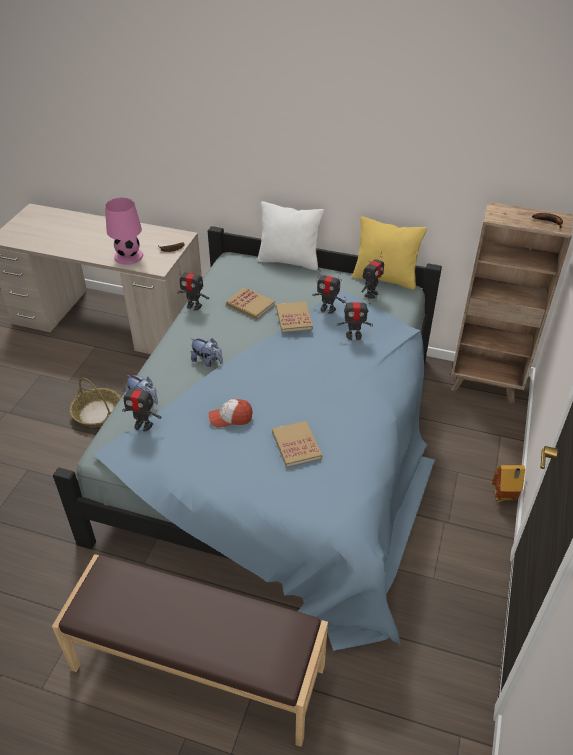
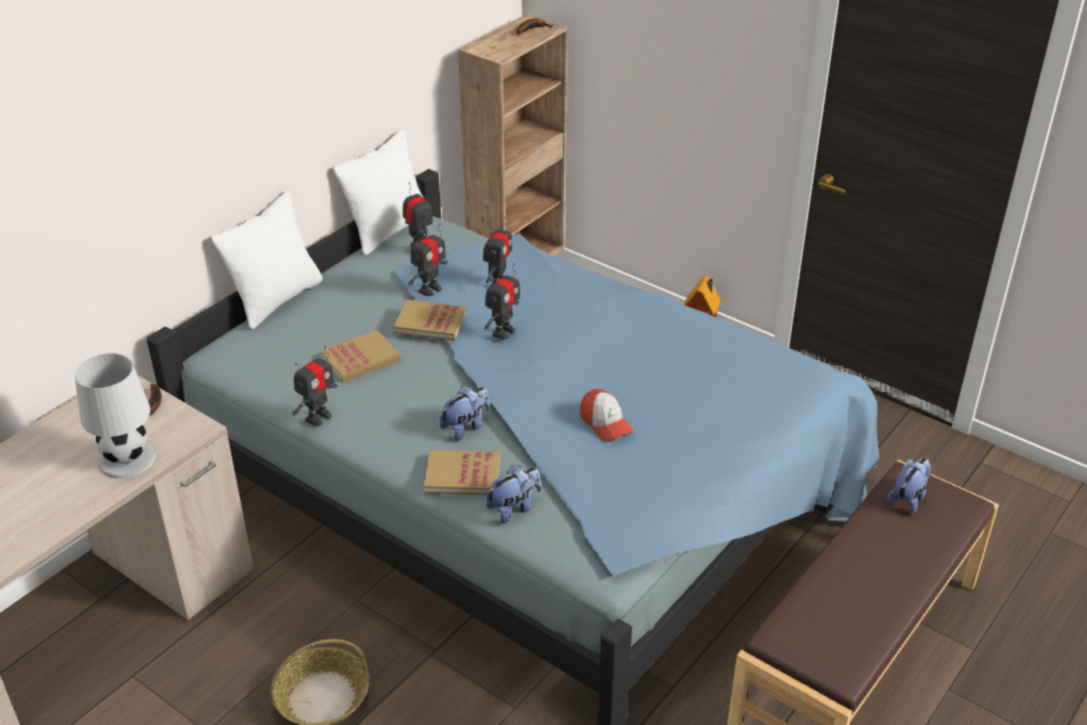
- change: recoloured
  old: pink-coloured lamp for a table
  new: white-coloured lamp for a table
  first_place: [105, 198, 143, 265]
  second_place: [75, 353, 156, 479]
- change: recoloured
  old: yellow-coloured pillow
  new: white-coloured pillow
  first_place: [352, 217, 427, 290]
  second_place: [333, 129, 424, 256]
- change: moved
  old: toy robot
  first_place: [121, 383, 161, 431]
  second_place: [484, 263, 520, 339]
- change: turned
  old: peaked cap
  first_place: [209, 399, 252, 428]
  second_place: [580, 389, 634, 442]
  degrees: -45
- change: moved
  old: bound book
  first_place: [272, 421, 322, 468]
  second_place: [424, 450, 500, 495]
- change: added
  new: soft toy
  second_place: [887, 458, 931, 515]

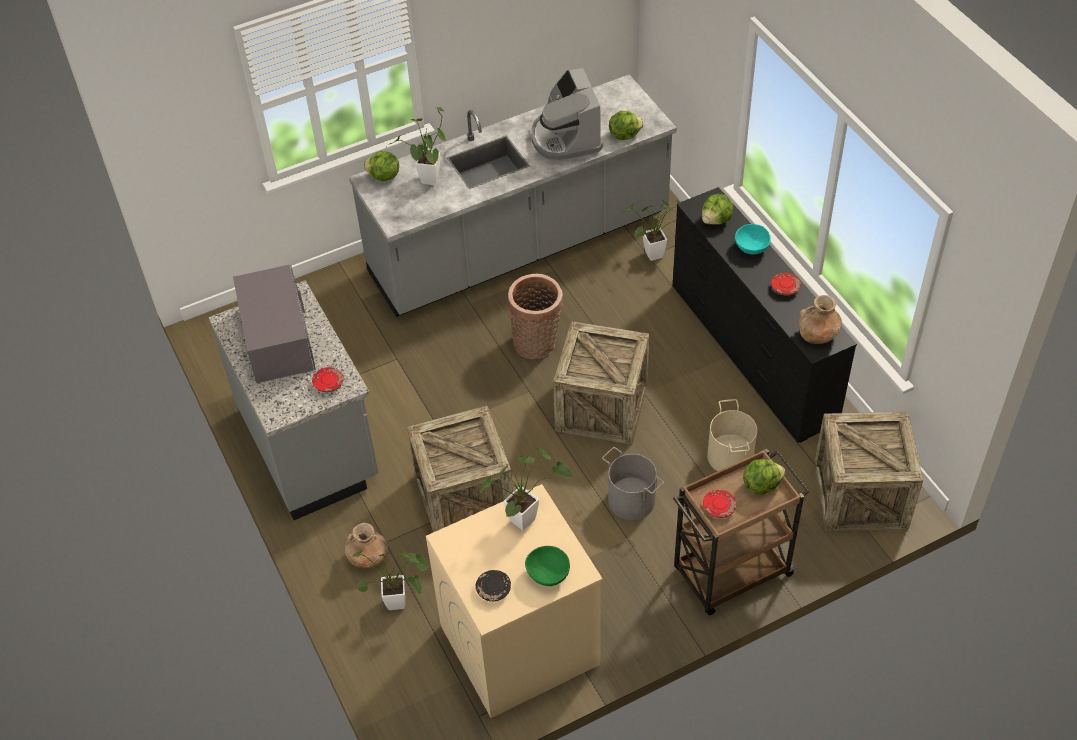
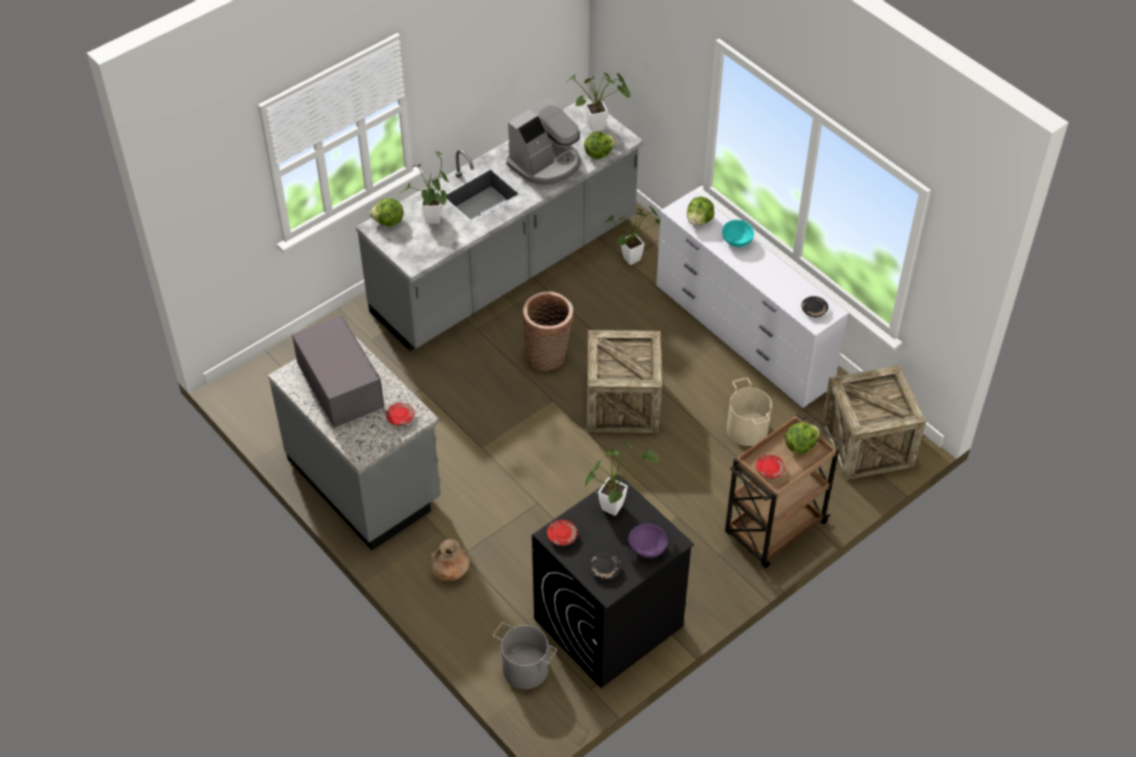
- change: turned
  old: coffee maker
  first_place: [531, 68, 603, 161]
  second_place: [506, 97, 581, 186]
  degrees: -105
- change: recoloured
  old: black chest of drawers
  new: white-coloured chest of drawers
  first_place: [673, 187, 857, 443]
  second_place: [656, 191, 849, 408]
- change: moved
  old: reddish dinner plate
  first_place: [771, 273, 801, 296]
  second_place: [547, 520, 577, 546]
- change: replaced
  old: brown-coloured flower vase
  new: black dinner plate
  first_place: [799, 295, 842, 344]
  second_place: [801, 296, 828, 317]
- change: removed
  old: shipping crate
  first_place: [407, 406, 513, 532]
- change: moved
  old: grey bucket
  first_place: [602, 447, 664, 520]
  second_place: [493, 622, 557, 689]
- change: recoloured
  old: sand-coloured laundry appliance
  new: black laundry appliance
  first_place: [426, 484, 603, 718]
  second_place: [532, 474, 694, 688]
- change: recoloured
  old: green-coloured deep dish
  new: purplish deep dish
  first_place: [525, 546, 570, 586]
  second_place: [628, 524, 668, 558]
- change: moved
  old: potted plant
  first_place: [350, 550, 429, 610]
  second_place: [567, 72, 630, 132]

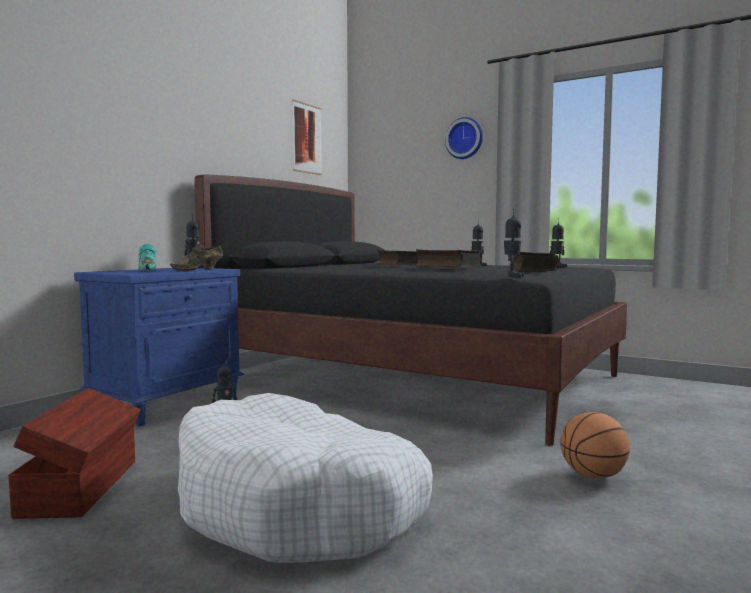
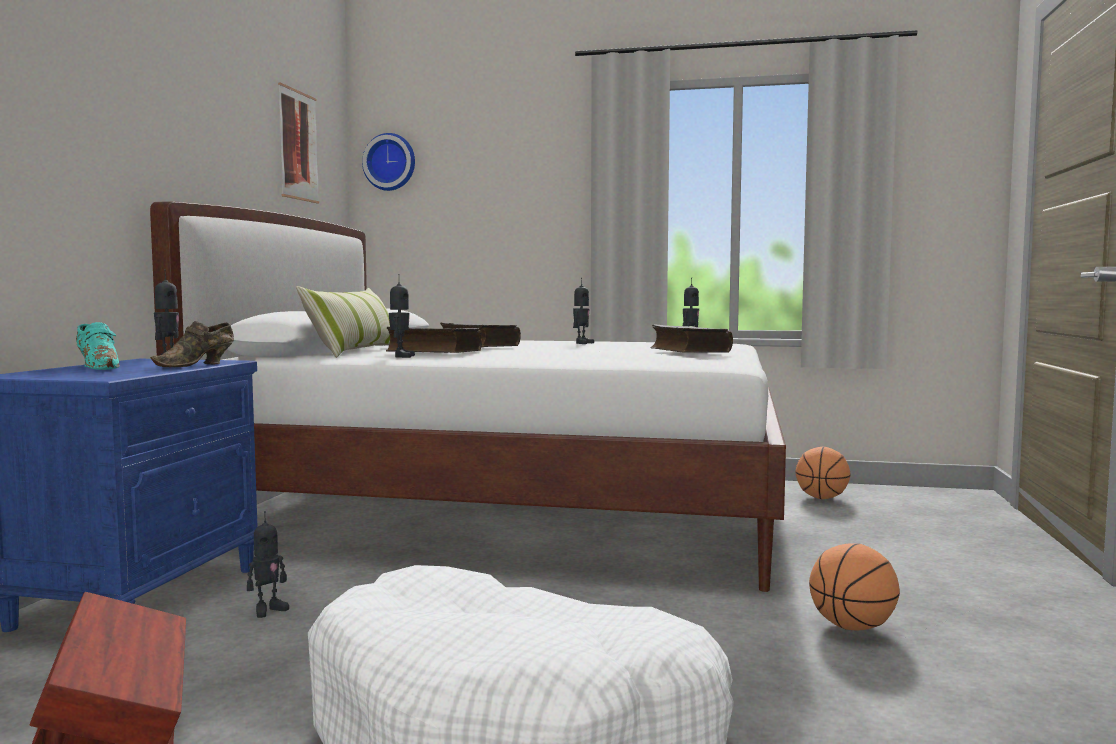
- change: moved
  old: hanging clock
  first_place: [445, 117, 483, 159]
  second_place: [362, 133, 415, 191]
- change: recoloured
  old: black sleeping bed
  new: white-coloured sleeping bed
  first_place: [194, 174, 627, 445]
  second_place: [150, 201, 786, 592]
- change: moved
  old: toy robot
  first_place: [504, 209, 524, 277]
  second_place: [389, 274, 415, 358]
- change: moved
  old: bound book
  first_place: [415, 249, 482, 267]
  second_place: [386, 327, 482, 353]
- change: added
  new: pillow
  second_place: [296, 286, 390, 358]
- change: added
  new: ball for basketball
  second_place: [795, 446, 851, 499]

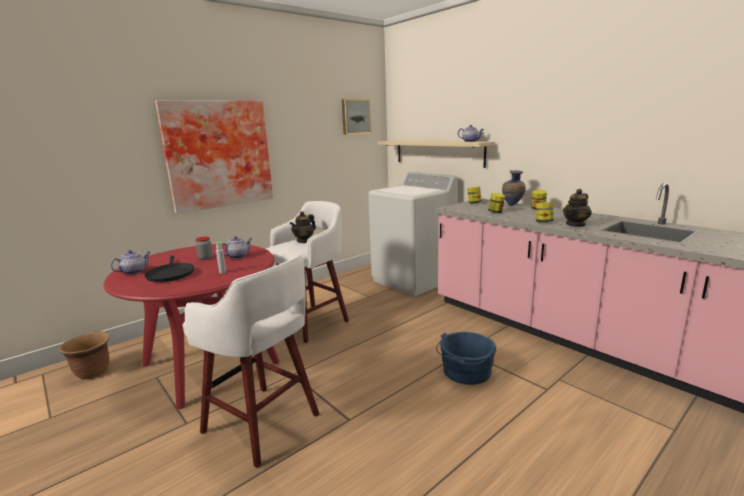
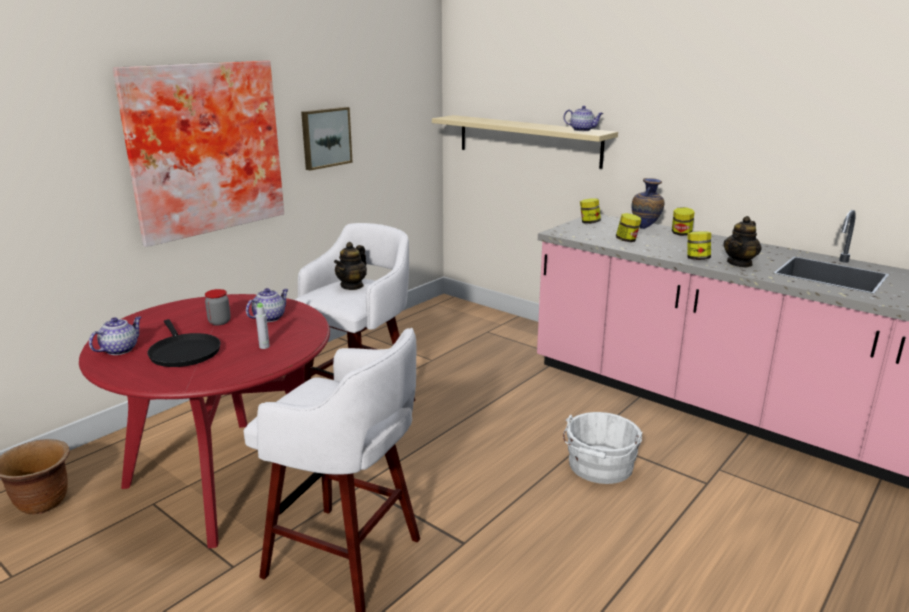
- change: moved
  old: picture
  first_place: [342, 99, 371, 135]
  second_place: [301, 107, 353, 171]
- change: removed
  old: white-coloured laundry appliance
  first_place: [368, 172, 458, 296]
- change: recoloured
  old: bluish bucket
  new: white-coloured bucket
  first_place: [436, 332, 496, 385]
  second_place: [563, 412, 643, 484]

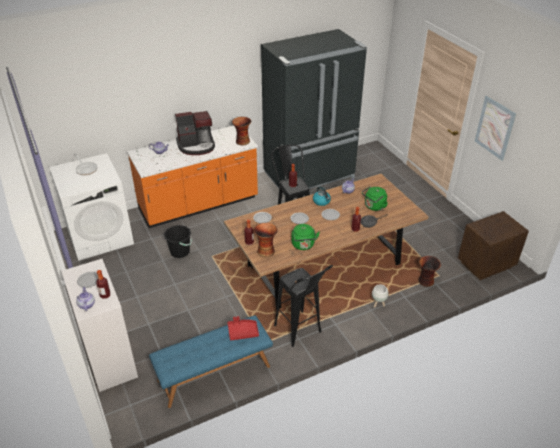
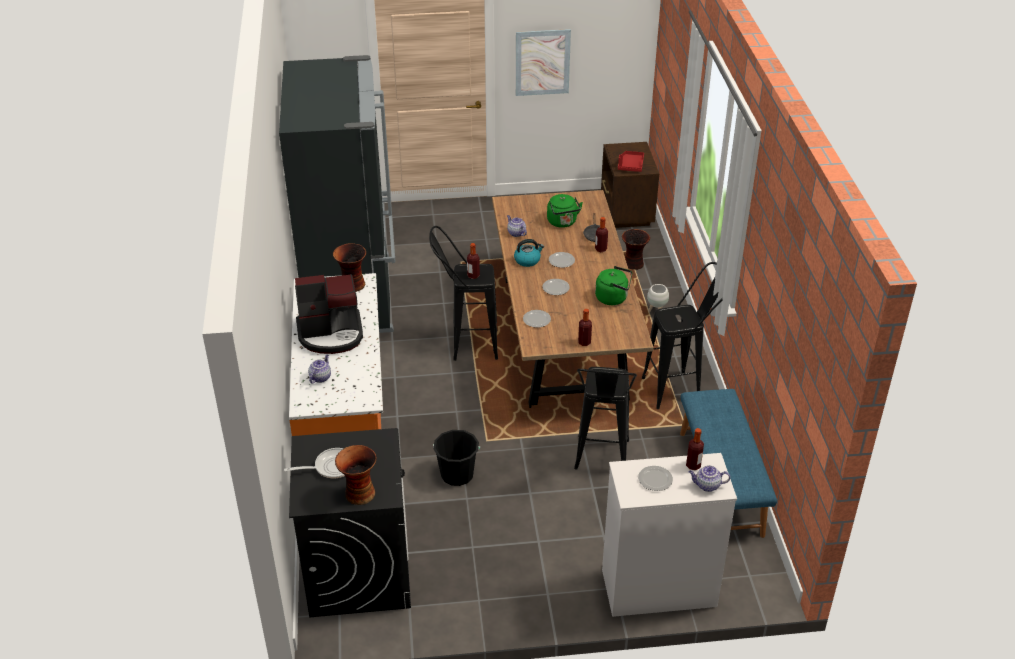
- change: turned
  old: coffee maker
  first_place: [175, 111, 215, 155]
  second_place: [295, 274, 363, 354]
  degrees: 75
- change: recoloured
  old: white-coloured laundry appliance
  new: black laundry appliance
  first_place: [49, 153, 134, 261]
  second_place: [289, 428, 411, 618]
- change: moved
  old: flower vase
  first_place: [253, 223, 278, 257]
  second_place: [335, 445, 377, 505]
- change: moved
  old: reddish tray
  first_place: [227, 316, 259, 340]
  second_place: [618, 151, 644, 172]
- change: added
  new: black stool
  second_place: [574, 367, 637, 470]

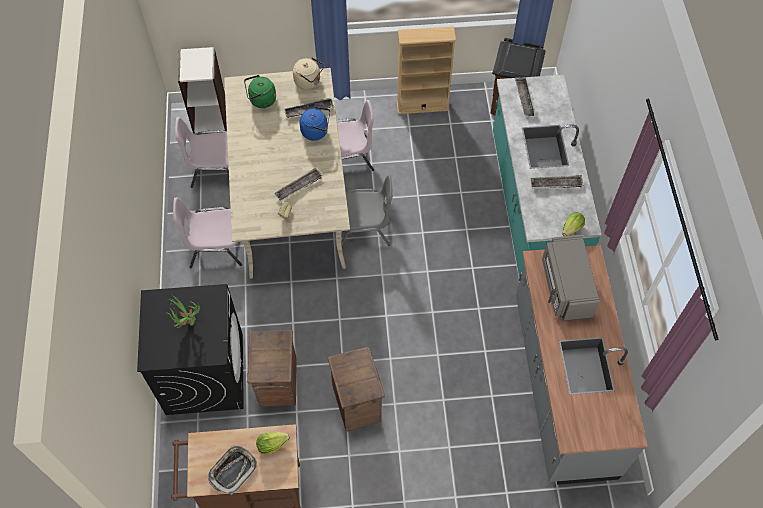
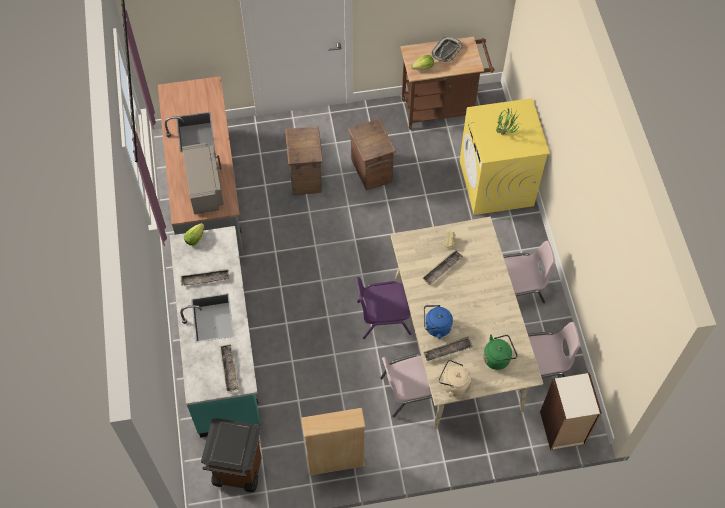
- change: recoloured
  old: grey upright chair
  new: purplish upright chair
  first_place: [341, 175, 393, 246]
  second_place: [356, 277, 411, 339]
- change: recoloured
  old: black laundry appliance
  new: yellow-coloured laundry appliance
  first_place: [137, 284, 244, 415]
  second_place: [460, 98, 550, 215]
- change: moved
  old: shipping crate
  first_place: [247, 330, 297, 407]
  second_place: [285, 126, 323, 195]

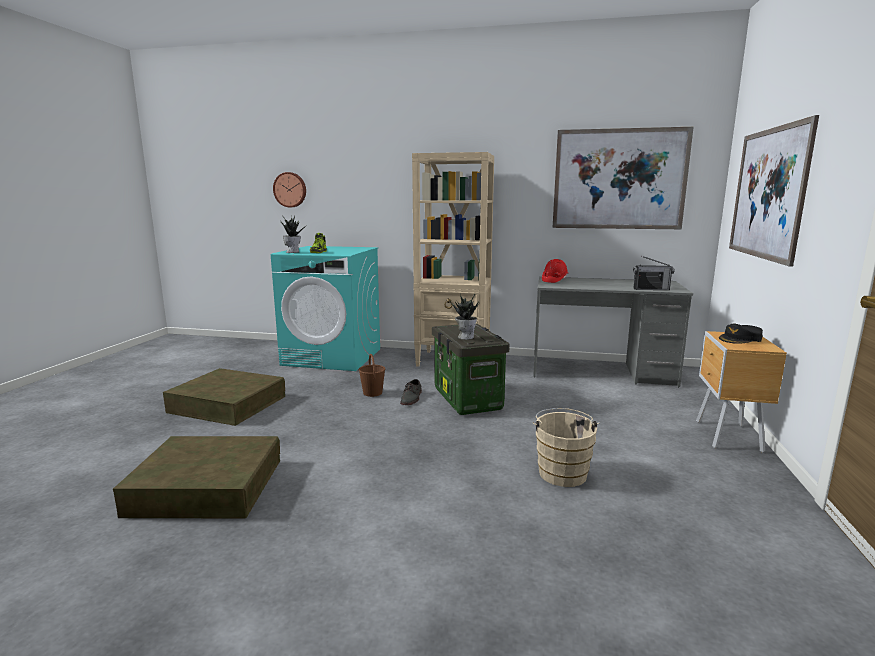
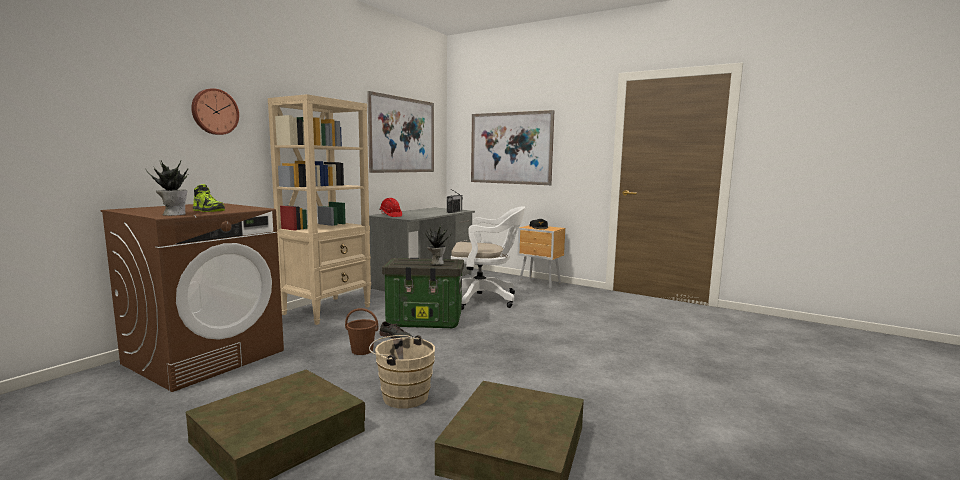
- change: moved
  old: hanging clock
  first_place: [273, 172, 306, 208]
  second_place: [191, 88, 239, 135]
- change: recoloured
  old: blue-green laundry appliance
  new: brown-coloured laundry appliance
  first_place: [271, 246, 380, 371]
  second_place: [101, 203, 284, 392]
- change: moved
  old: sand-coloured bucket
  first_place: [533, 408, 600, 487]
  second_place: [369, 335, 435, 408]
- change: added
  new: white-coloured computer chair
  second_place: [451, 206, 525, 310]

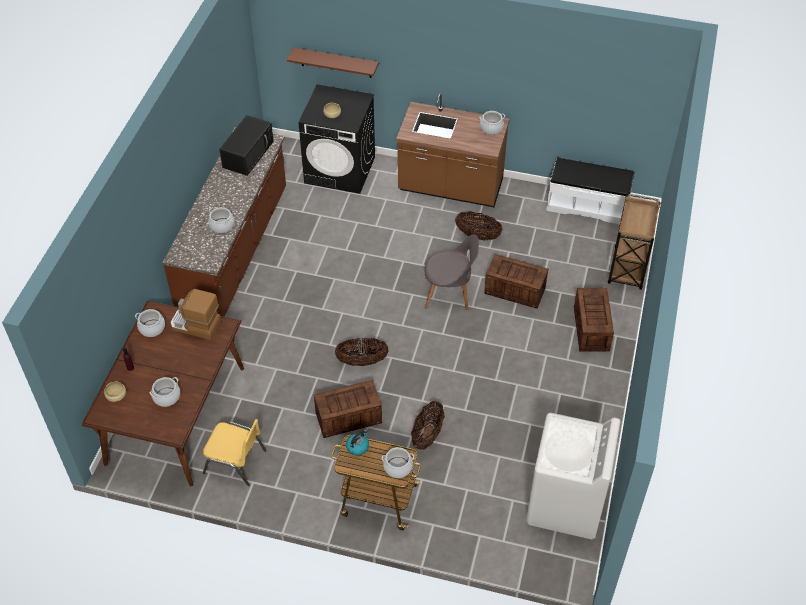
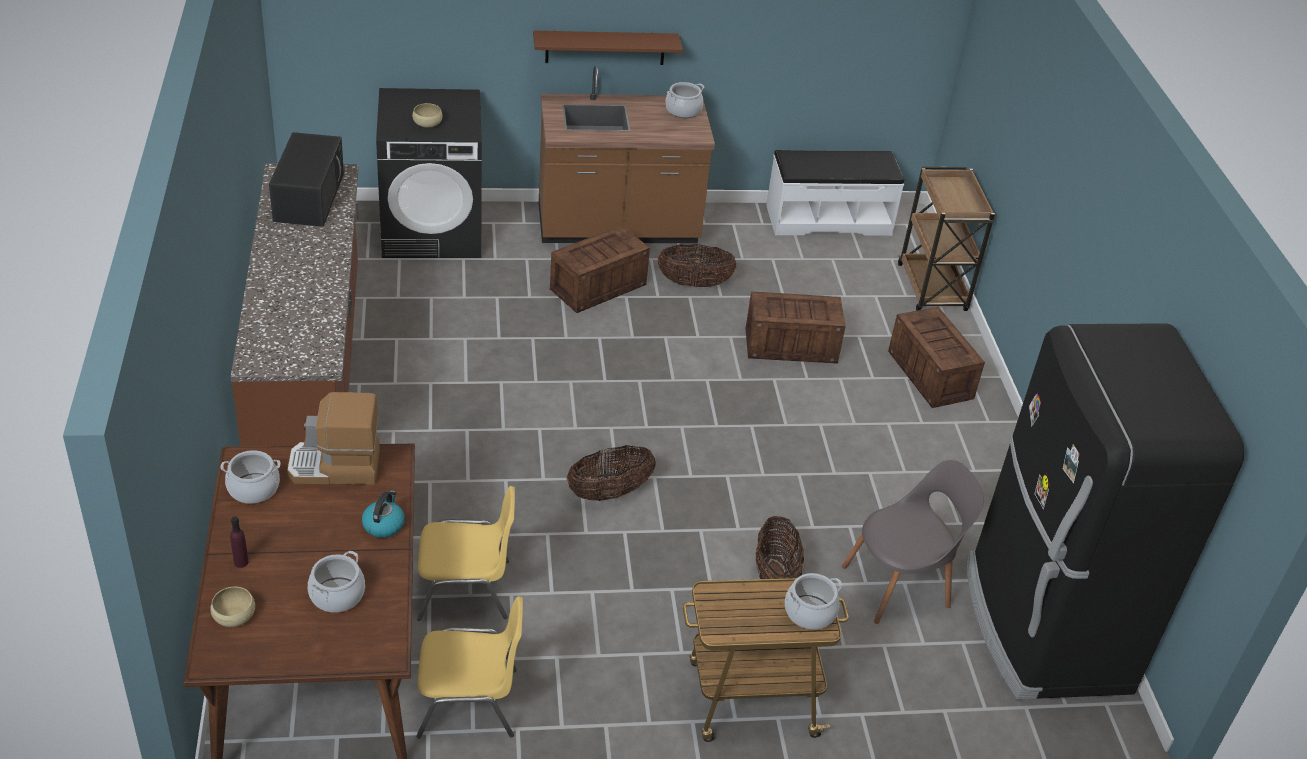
- change: moved
  old: brown-coloured wall shelf
  first_place: [287, 47, 379, 78]
  second_place: [533, 31, 683, 65]
- change: removed
  old: saucepot
  first_place: [208, 207, 234, 233]
- change: moved
  old: grey upright chair
  first_place: [424, 234, 479, 310]
  second_place: [842, 460, 984, 624]
- change: moved
  old: shipping crate
  first_place: [314, 380, 382, 438]
  second_place: [550, 225, 650, 313]
- change: replaced
  old: white-coloured laundry appliance
  new: black refrigerator
  first_place: [526, 413, 621, 540]
  second_place: [967, 323, 1244, 700]
- change: moved
  old: kettle
  first_place: [346, 430, 369, 455]
  second_place: [362, 490, 405, 538]
- change: added
  new: yellow-coloured upright chair
  second_place: [417, 486, 515, 621]

